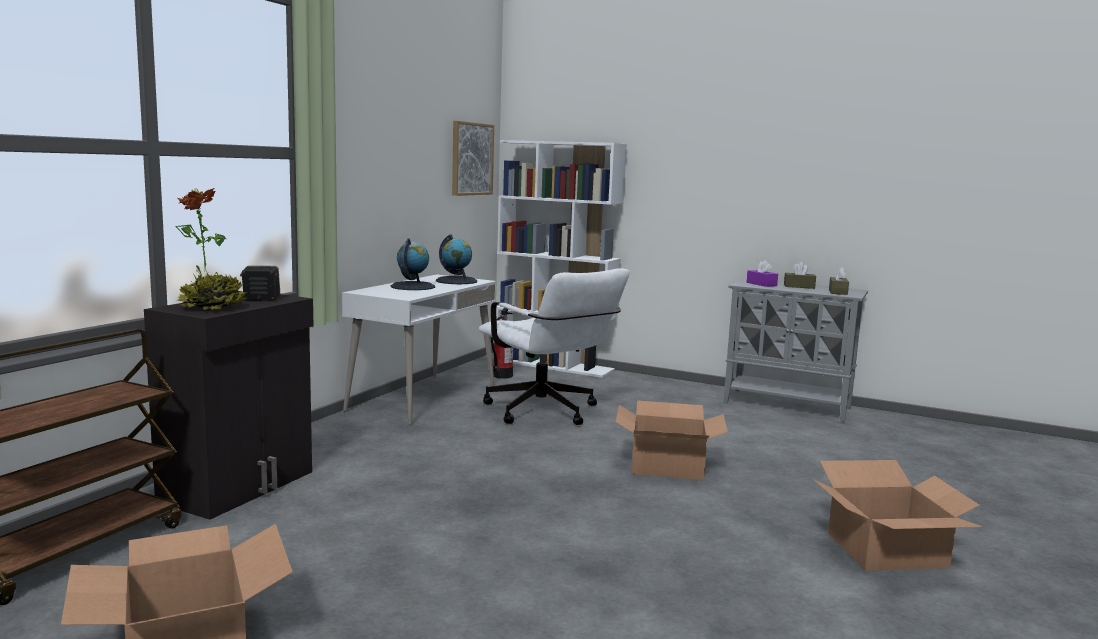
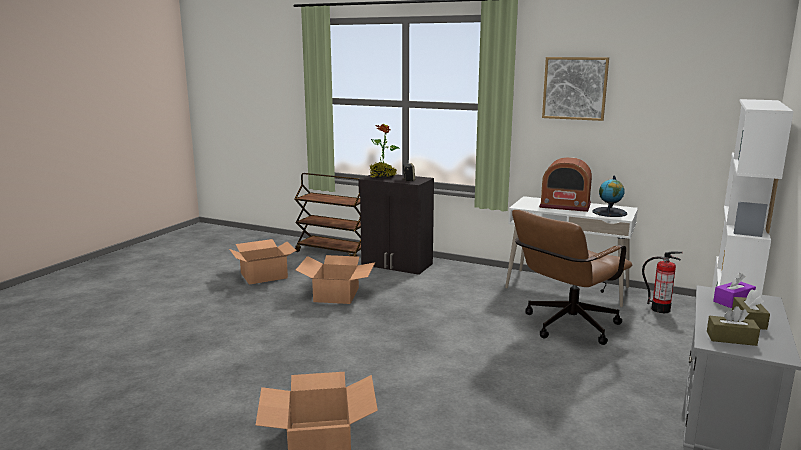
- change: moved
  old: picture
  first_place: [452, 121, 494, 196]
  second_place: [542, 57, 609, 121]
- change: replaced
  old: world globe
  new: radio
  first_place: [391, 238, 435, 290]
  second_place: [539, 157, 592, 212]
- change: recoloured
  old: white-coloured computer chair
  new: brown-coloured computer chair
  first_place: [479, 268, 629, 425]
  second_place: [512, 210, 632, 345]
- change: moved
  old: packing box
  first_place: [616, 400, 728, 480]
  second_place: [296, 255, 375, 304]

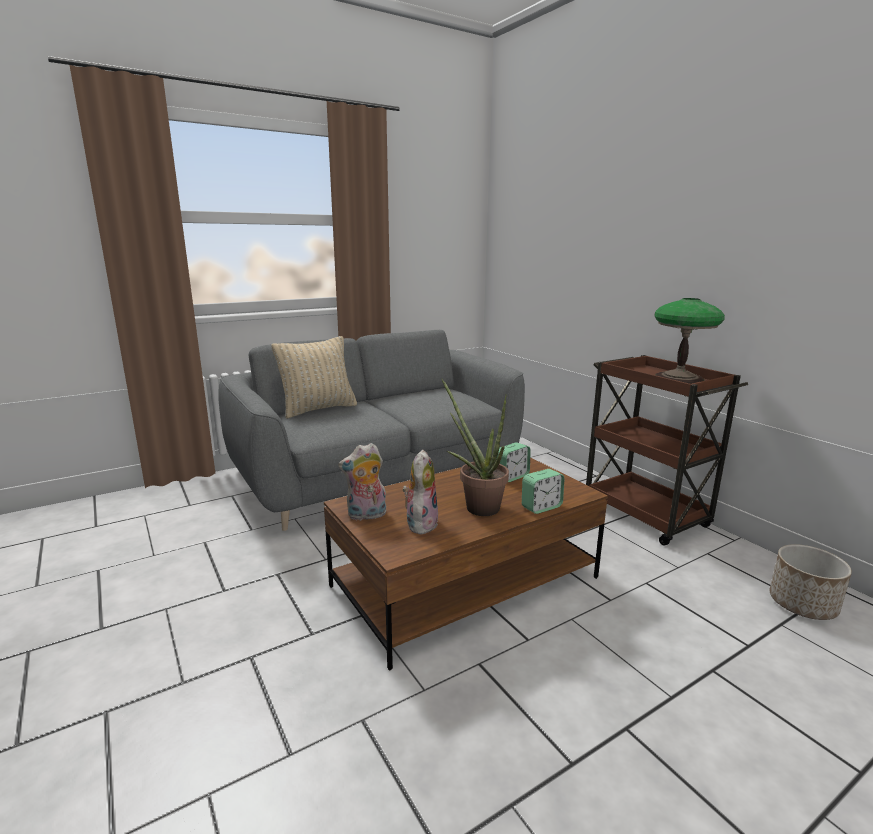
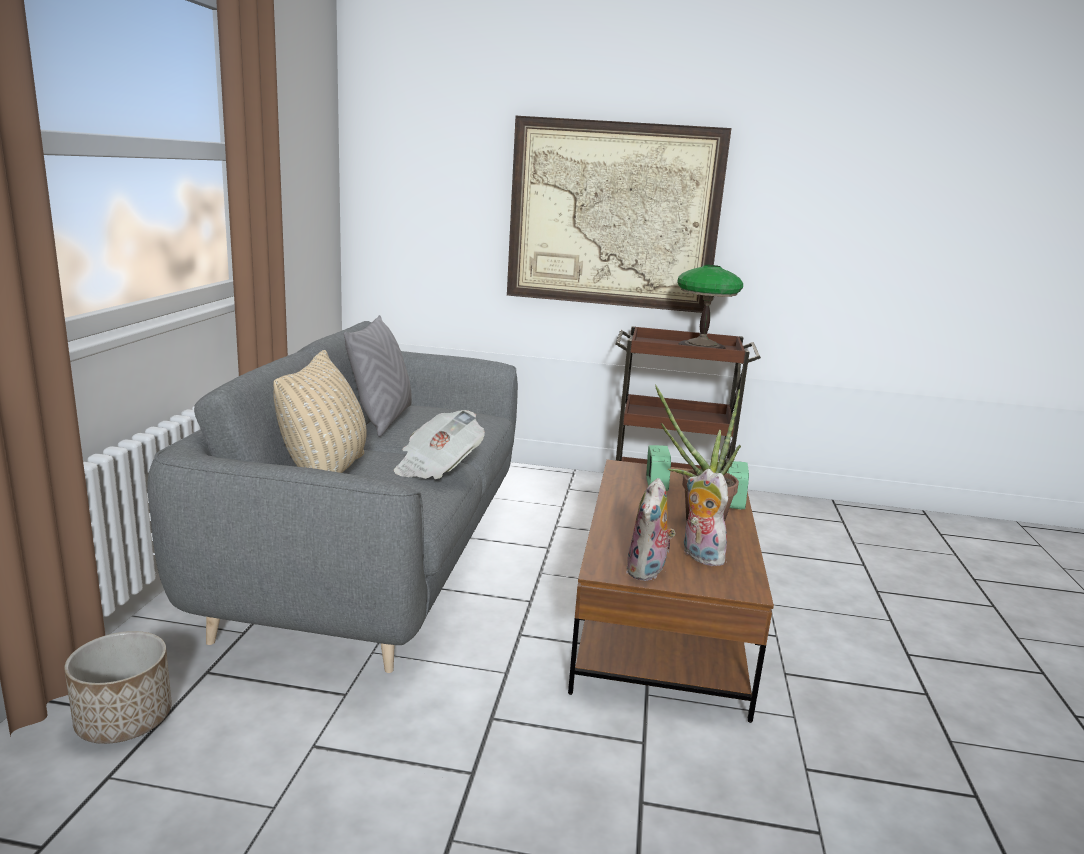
- change: moved
  old: flower pot
  first_place: [770, 544, 852, 620]
  second_place: [64, 631, 172, 744]
- change: added
  new: picture
  second_place: [507, 116, 732, 313]
- change: added
  new: grey pillow
  second_place: [344, 315, 412, 437]
- change: added
  new: daily paper
  second_place: [394, 410, 485, 479]

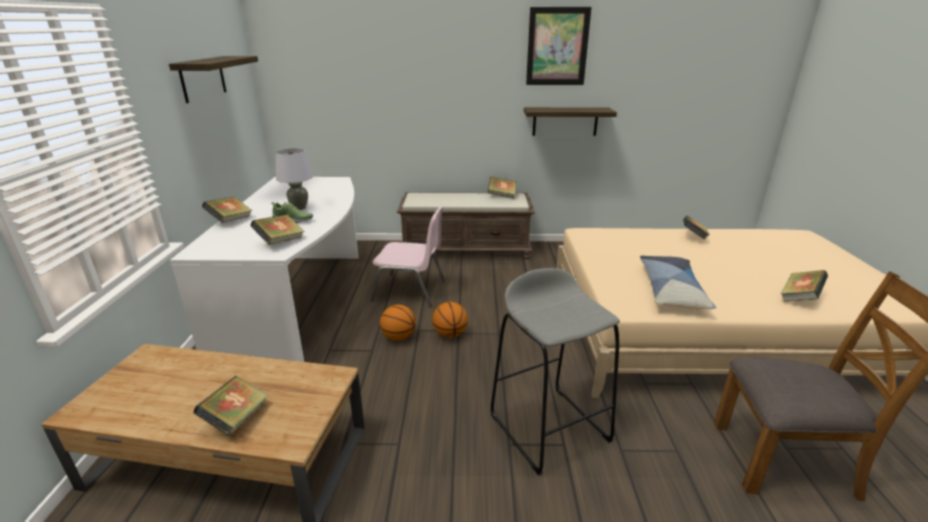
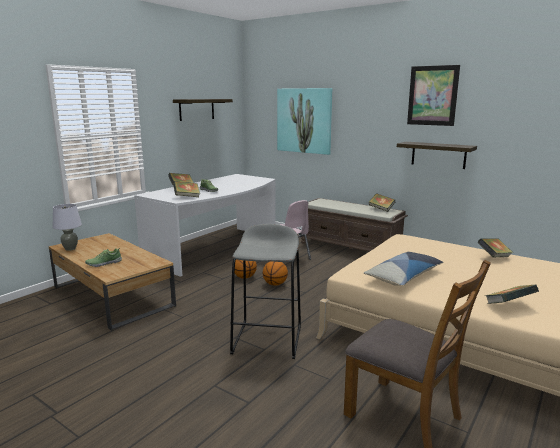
- change: moved
  old: grey lamp for a table
  first_place: [275, 148, 313, 210]
  second_place: [53, 204, 82, 251]
- change: replaced
  old: bound book
  new: shoe
  first_place: [193, 376, 268, 436]
  second_place: [85, 248, 122, 267]
- change: added
  new: picture
  second_place: [277, 88, 332, 155]

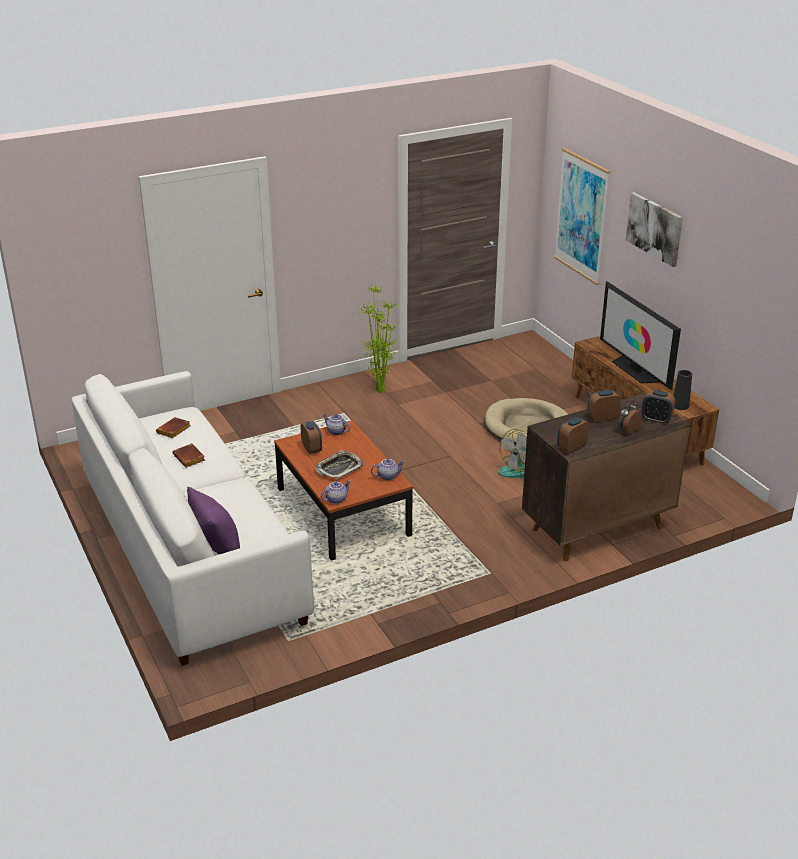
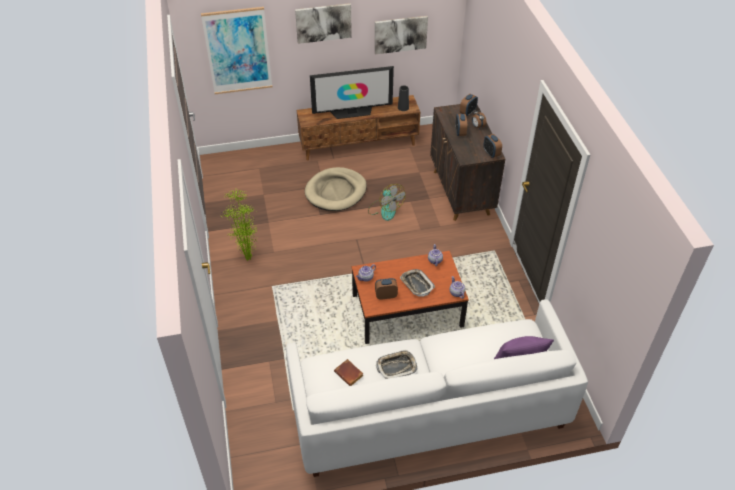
- change: replaced
  old: brown-coloured bound book
  new: tray
  first_place: [172, 443, 205, 468]
  second_place: [376, 350, 417, 379]
- change: added
  new: picture
  second_place: [375, 16, 428, 54]

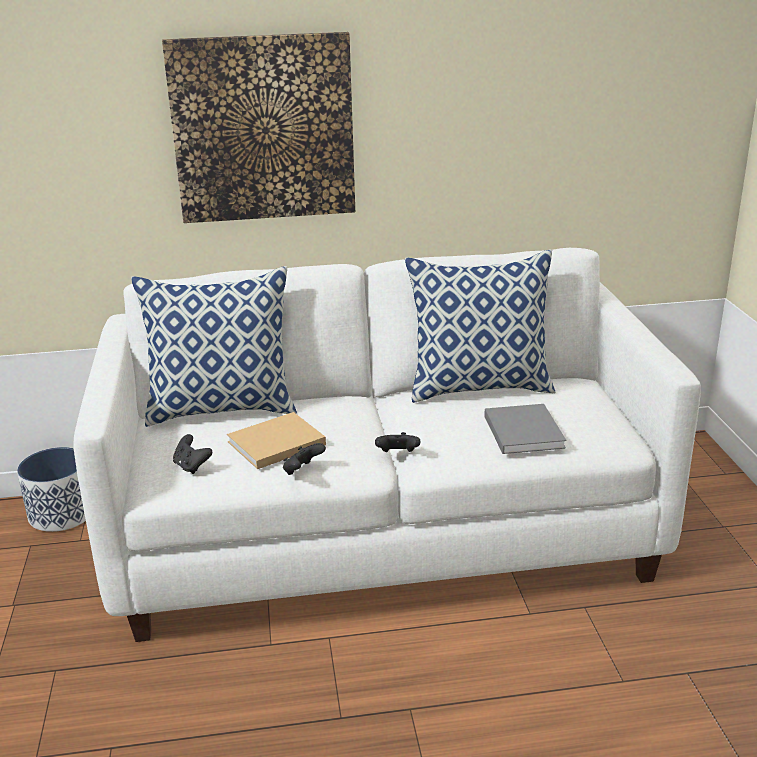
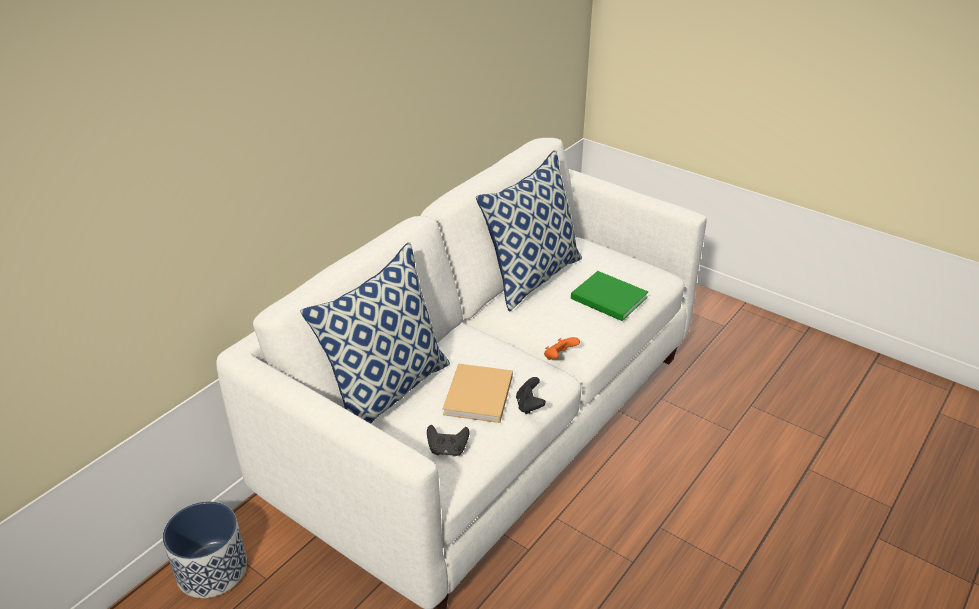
- change: removed
  old: picture
  first_place: [162, 32, 355, 223]
- change: recoloured
  old: grey bound book
  new: green-coloured bound book
  first_place: [484, 404, 566, 454]
  second_place: [571, 271, 648, 321]
- change: recoloured
  old: black game controller
  new: orange-coloured game controller
  first_place: [375, 432, 420, 452]
  second_place: [544, 337, 580, 360]

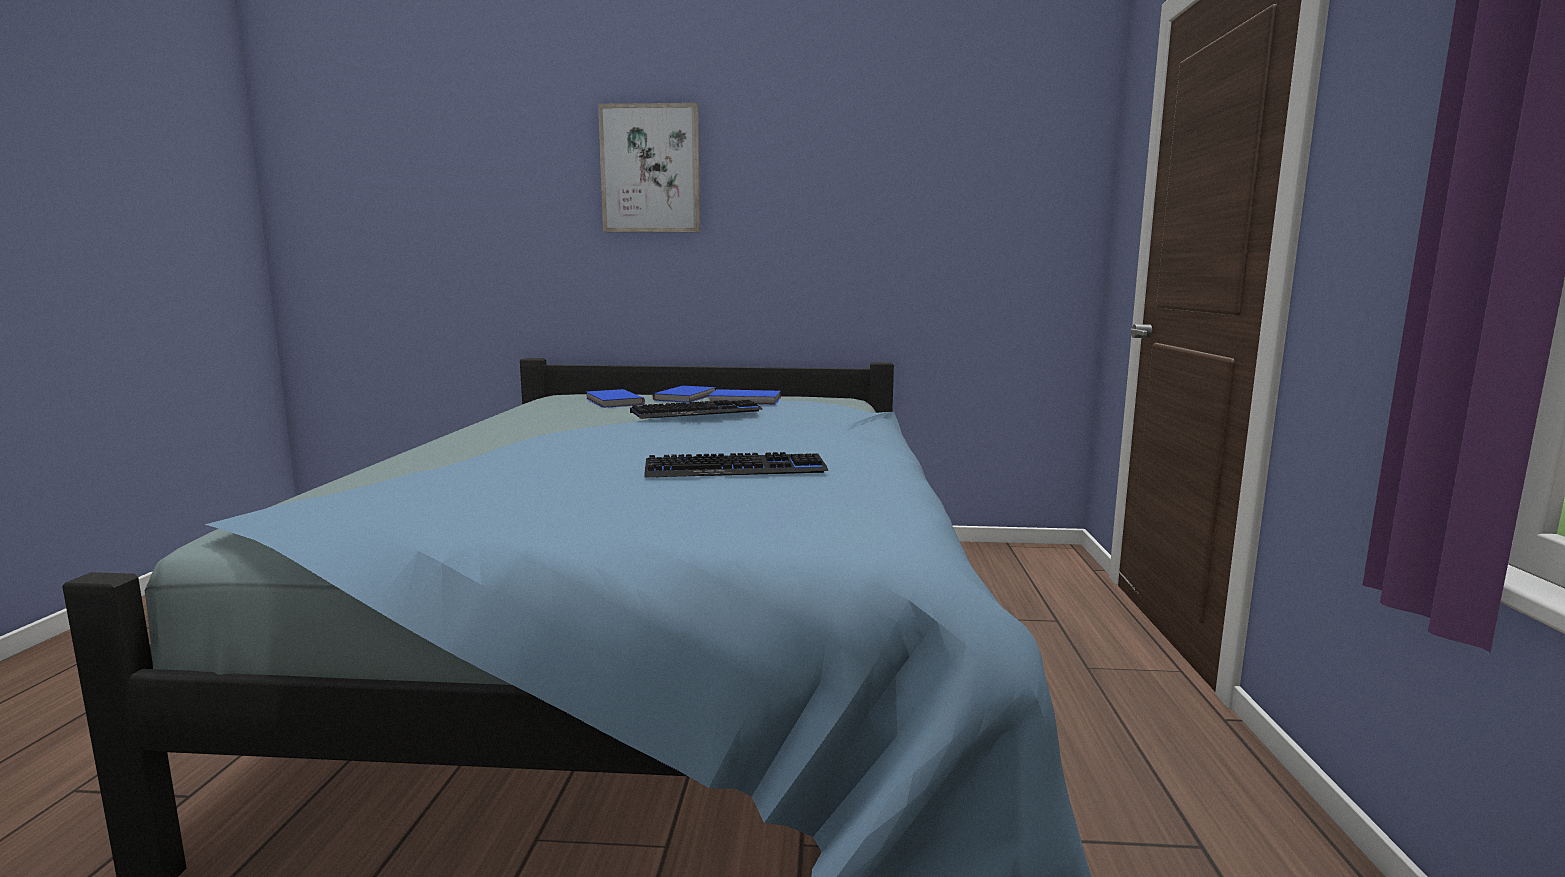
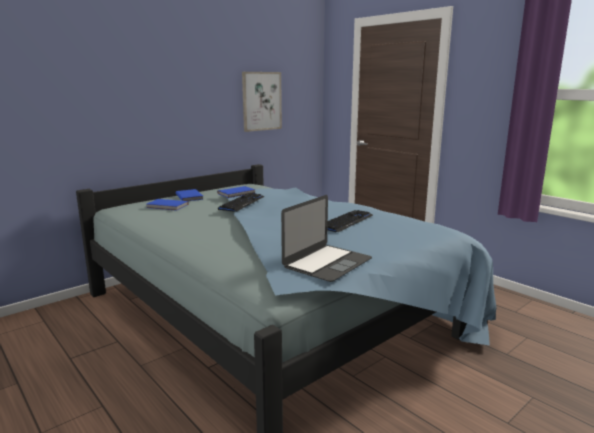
- change: moved
  old: picture
  first_place: [598, 103, 700, 232]
  second_place: [242, 72, 282, 132]
- change: added
  new: portable computer
  second_place: [281, 195, 372, 282]

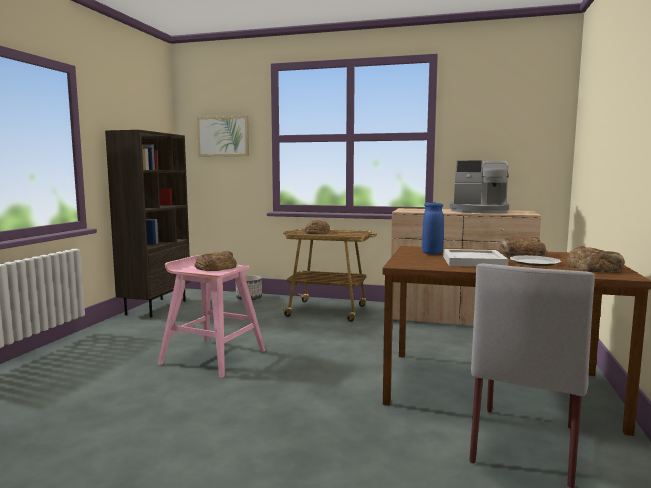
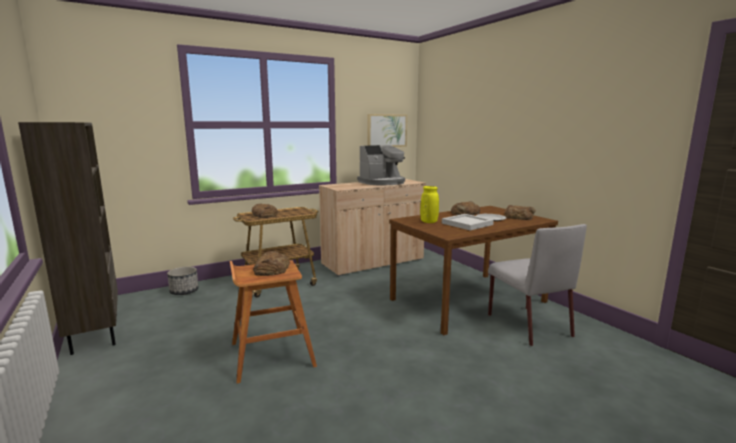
- change: moved
  old: picture
  first_place: [197, 116, 249, 156]
  second_place: [368, 114, 407, 147]
- change: recoloured
  old: bluish flower vase
  new: yellow-coloured flower vase
  first_place: [422, 202, 444, 254]
  second_place: [420, 186, 439, 223]
- change: recoloured
  old: pink-coloured stool
  new: brown-coloured stool
  first_place: [158, 255, 265, 378]
  second_place: [230, 260, 317, 383]

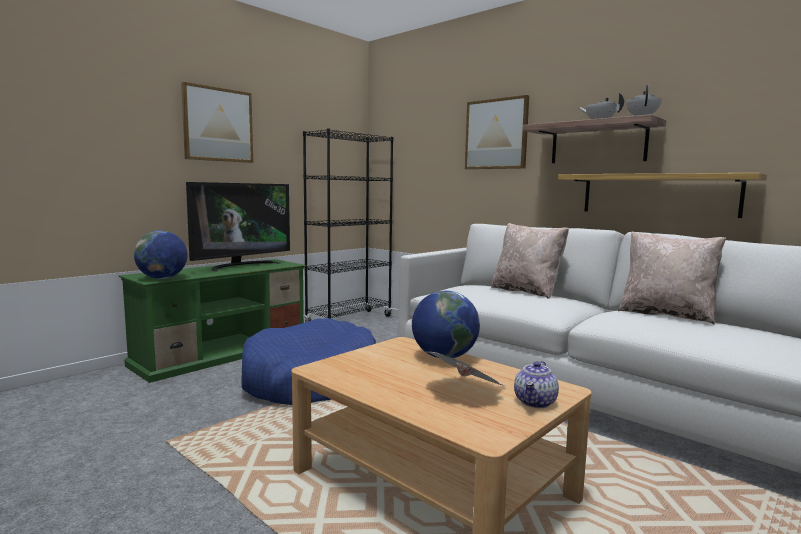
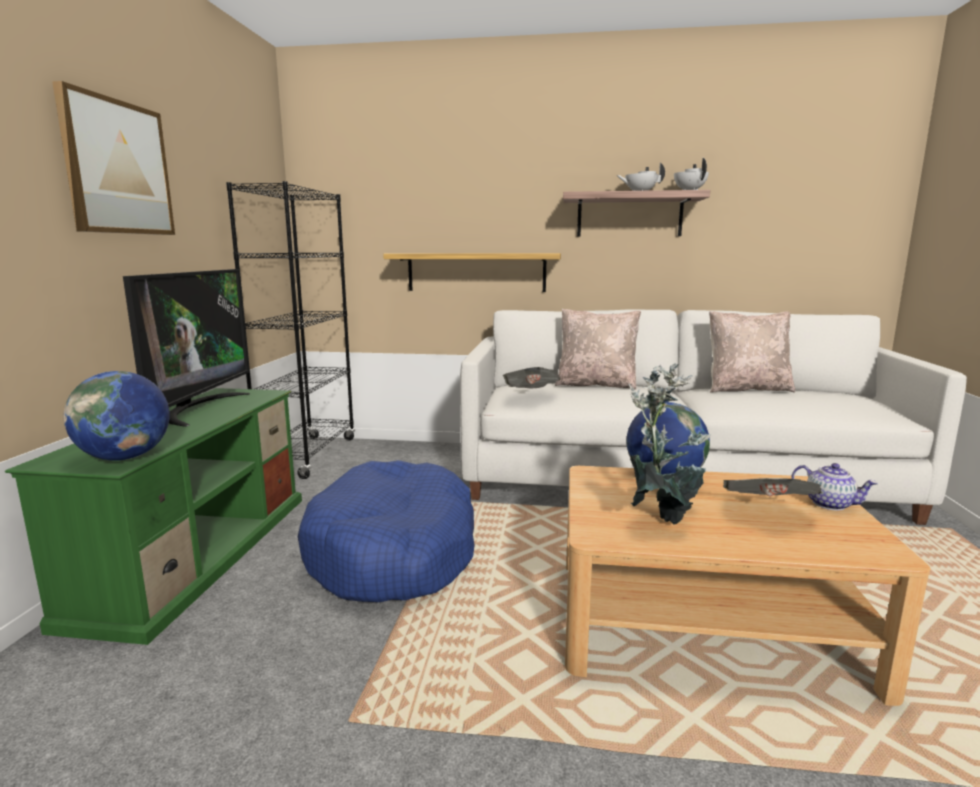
- change: removed
  old: picture
  first_place: [465, 95, 529, 170]
- change: moved
  old: wall shelf
  first_place: [558, 173, 767, 218]
  second_place: [383, 253, 561, 292]
- change: turned
  old: tea pot
  first_place: [514, 361, 559, 408]
  second_place: [791, 463, 878, 510]
  degrees: -45
- change: added
  new: potted plant
  second_place: [628, 363, 711, 524]
- change: added
  new: daily paper
  second_place: [503, 367, 561, 388]

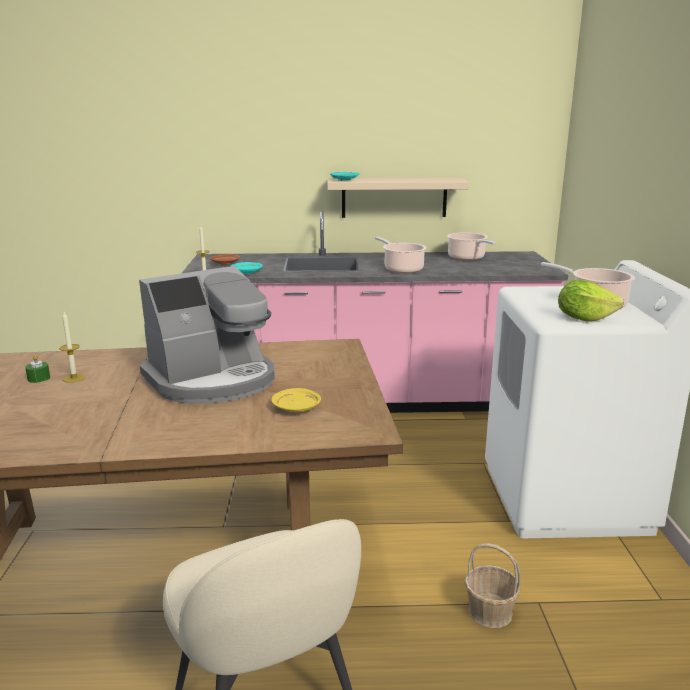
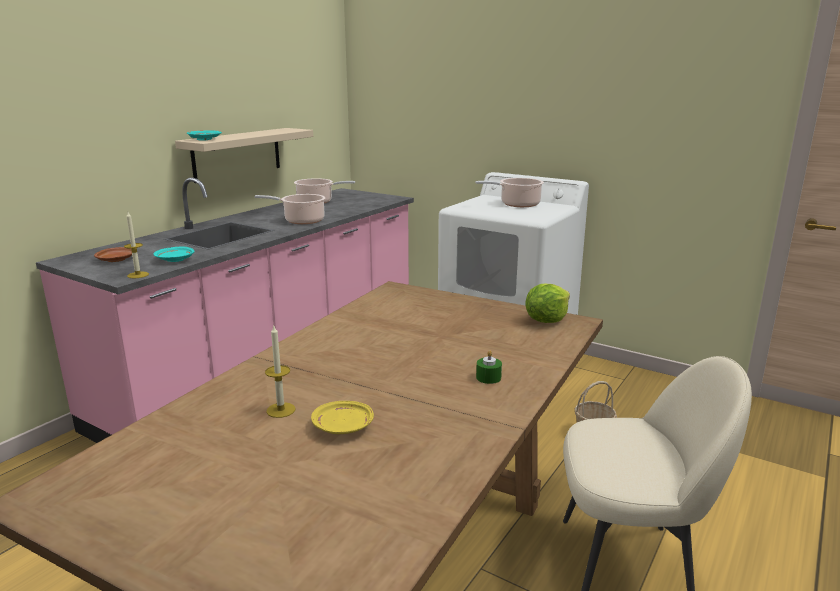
- change: removed
  old: coffee maker
  first_place: [139, 266, 275, 404]
- change: moved
  old: lettuce
  first_place: [558, 279, 624, 322]
  second_place: [525, 284, 570, 323]
- change: moved
  old: green-coloured candle
  first_place: [25, 355, 50, 383]
  second_place: [476, 350, 502, 384]
- change: moved
  old: yellow-coloured dinner plate
  first_place: [272, 388, 321, 412]
  second_place: [311, 401, 374, 434]

